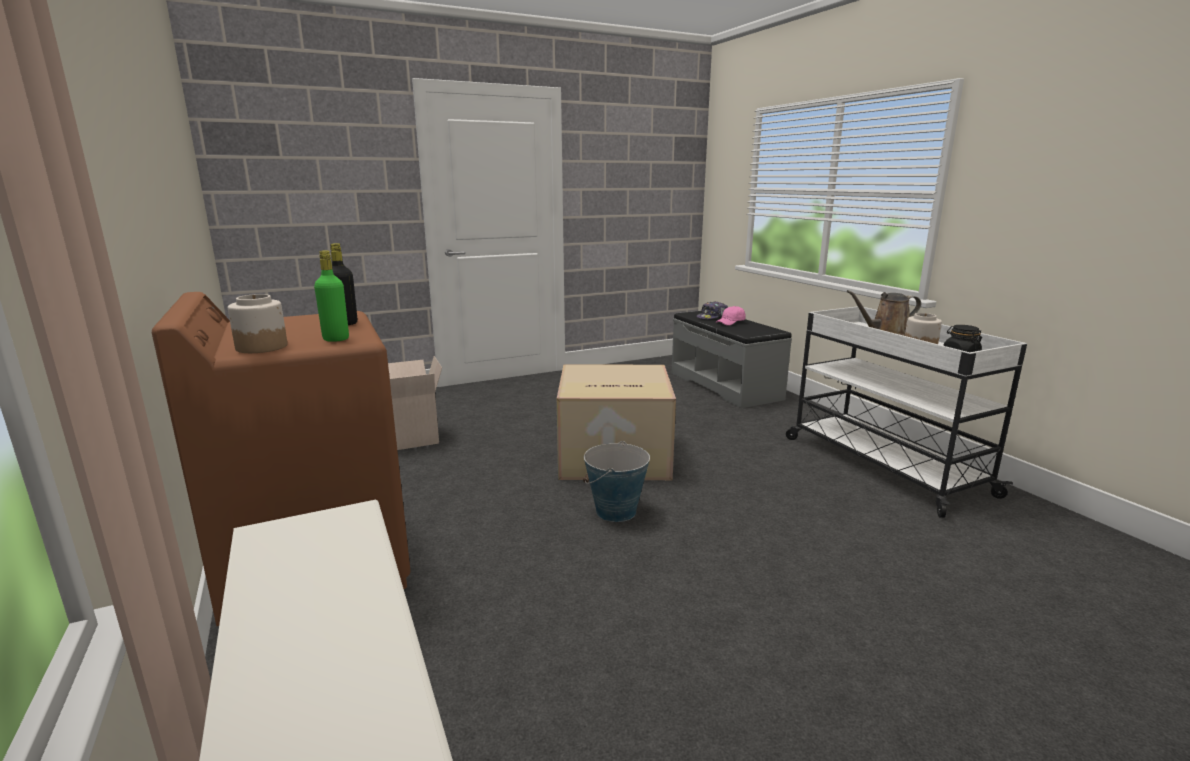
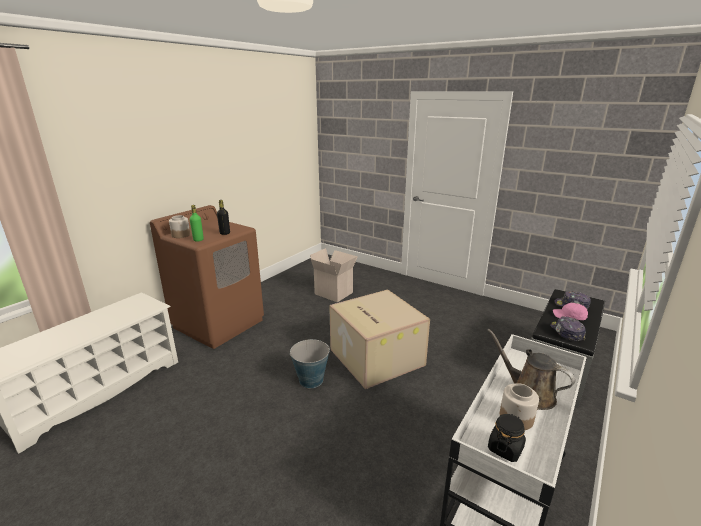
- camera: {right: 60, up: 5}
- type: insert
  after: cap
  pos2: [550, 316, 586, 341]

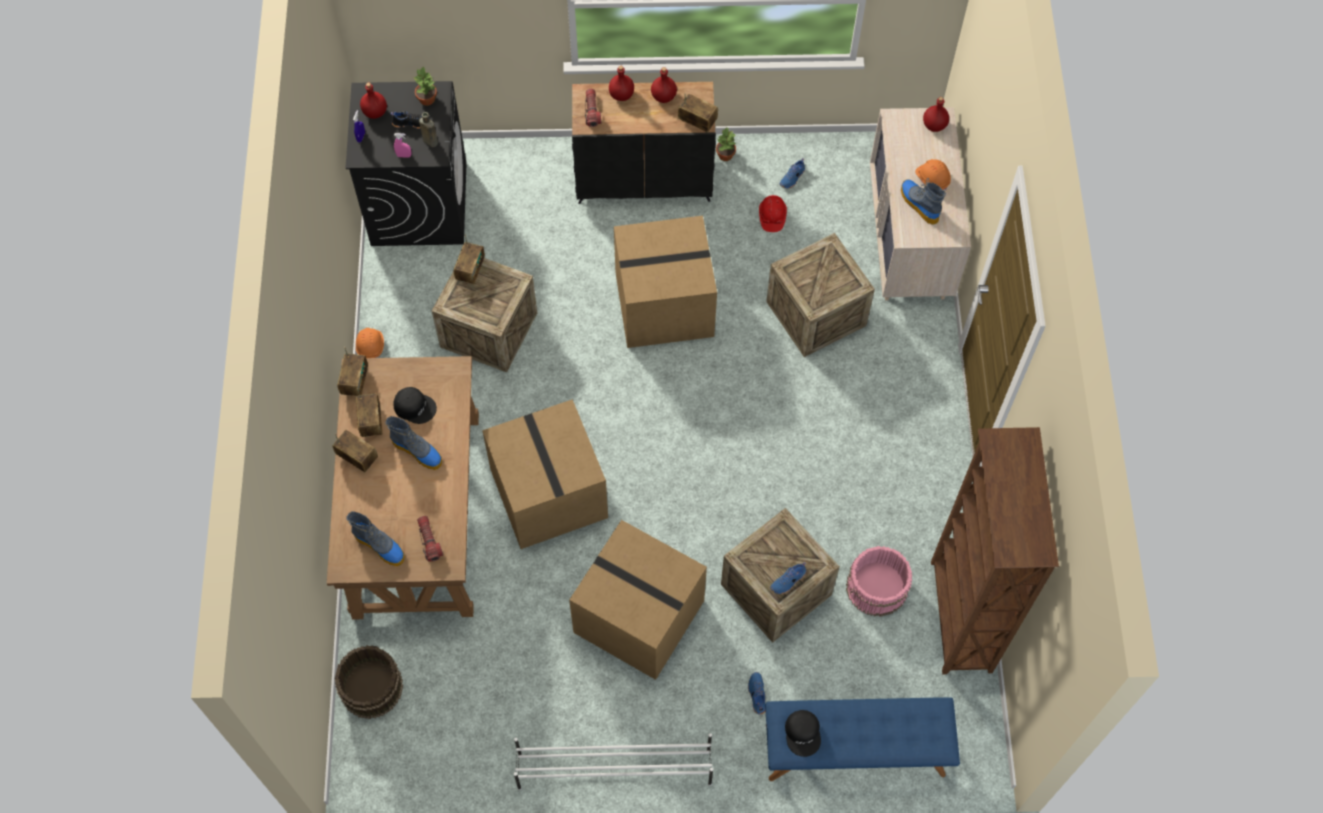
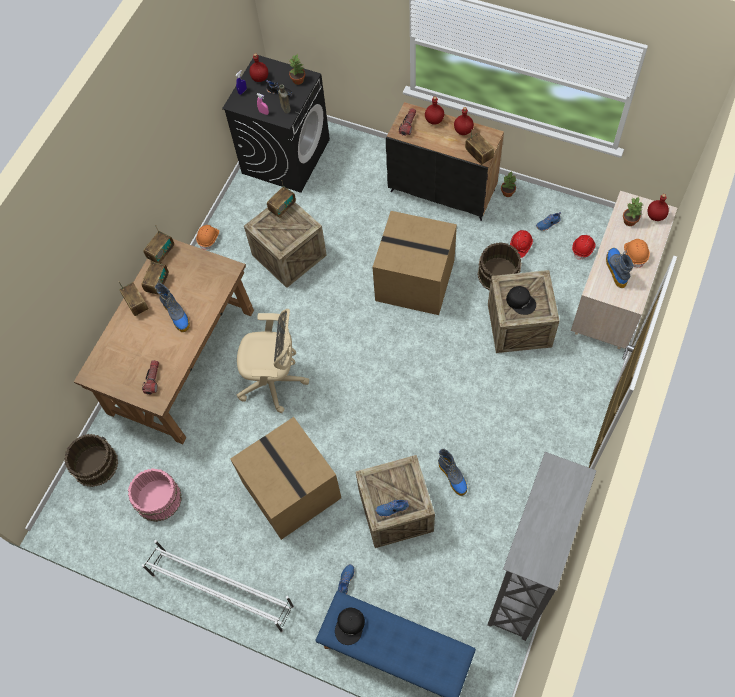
- camera: {right: 30, up: 0}
- type: insert
  after: water bucket (brown-coloured)
  pos2: [477, 242, 522, 290]
- type: insert
  after: work helmet (red)
  pos2: [572, 235, 595, 260]
- type: insert
  after: plant in a pot
  pos2: [623, 197, 644, 226]
- type: move
  before: tall boot
  pos1: [347, 511, 405, 566]
  pos2: [438, 449, 467, 496]
- type: move
  before: cap (blackish)
  pos1: [394, 387, 437, 424]
  pos2: [506, 286, 536, 315]
- type: move
  before: water bucket (pink-coloured)
  pos1: [846, 546, 912, 617]
  pos2: [128, 468, 182, 522]
- type: replace
  before: carton
  after: office chair (sand-coloured)
  pos1: [482, 399, 608, 549]
  pos2: [237, 309, 309, 413]
- type: recolor
  before: bookshelf (brown-coloured)
  after: bookshelf (grey)
  pos1: [931, 427, 1059, 674]
  pos2: [487, 452, 597, 641]

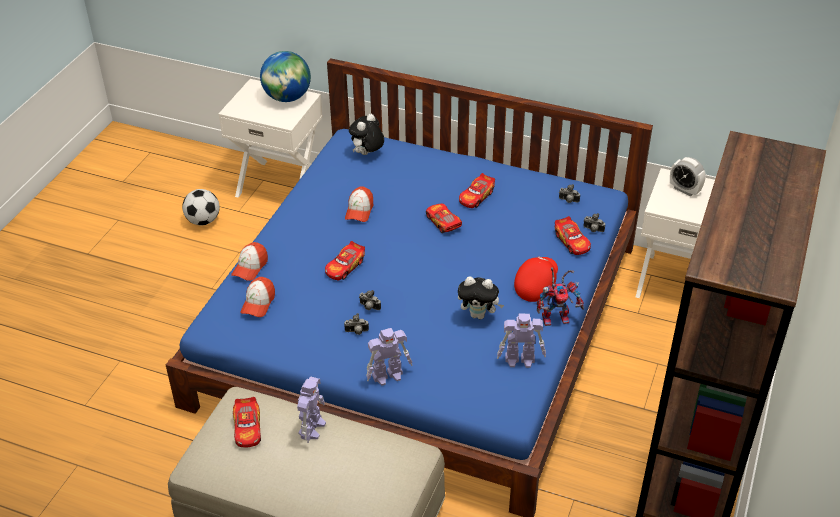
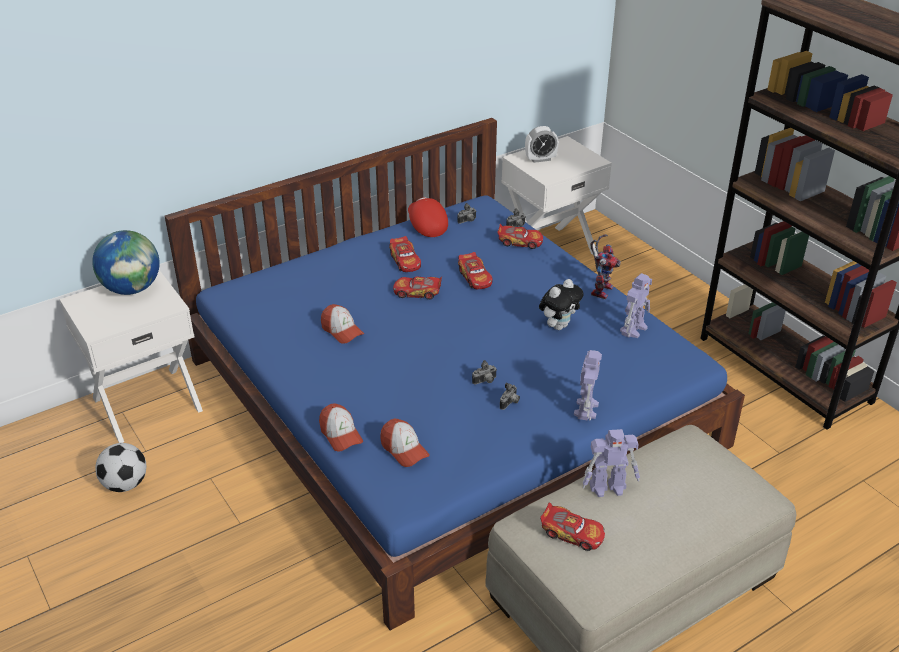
- camera: {right: -55, up: -5}
- type: delete
  before: plush toy
  pos1: [349, 114, 384, 155]
- type: move
  before: toy car
  pos1: [325, 241, 365, 280]
  pos2: [458, 252, 493, 289]
- type: move
  before: cap (red)
  pos1: [514, 257, 558, 302]
  pos2: [408, 197, 448, 237]
- type: rotate
  before: model robot
  pos1: [297, 377, 326, 443]
  pos2: [582, 429, 640, 497]
  turn: 120

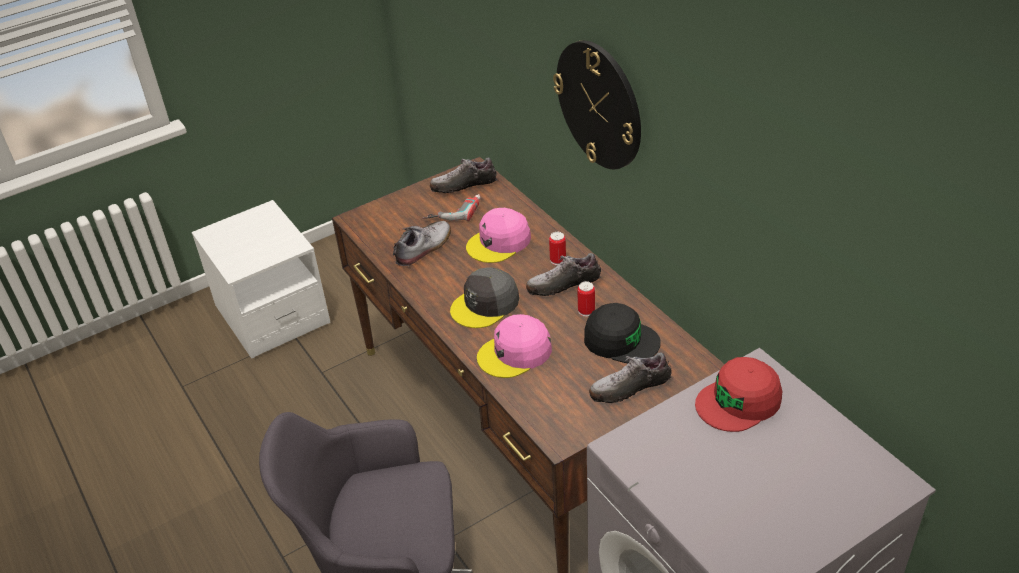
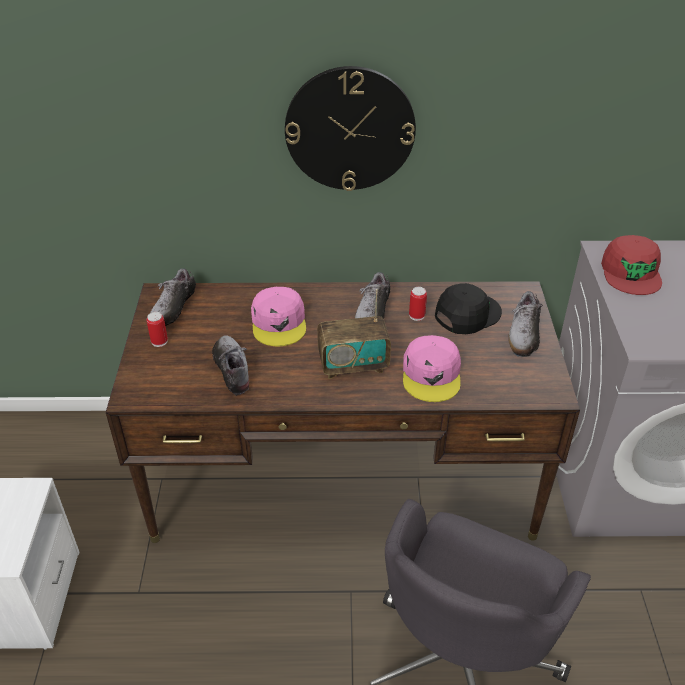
- camera: {right: -60, up: 0}
- type: delete
  before: power drill
  pos1: [422, 194, 481, 221]
- type: move
  before: metal can
  pos1: [549, 232, 566, 265]
  pos2: [146, 312, 168, 347]
- type: replace
  before: cap (grey)
  after: radio receiver
  pos1: [450, 267, 519, 328]
  pos2: [317, 289, 391, 379]

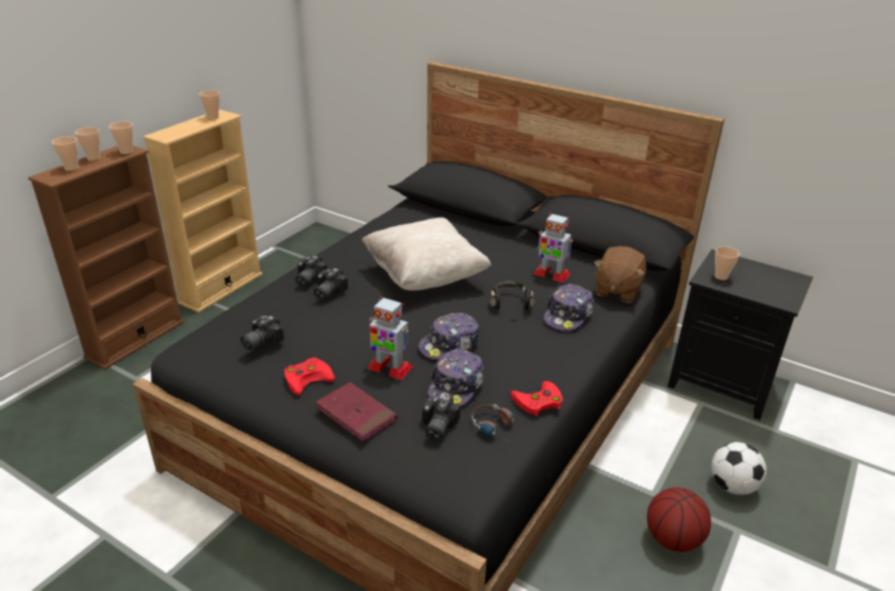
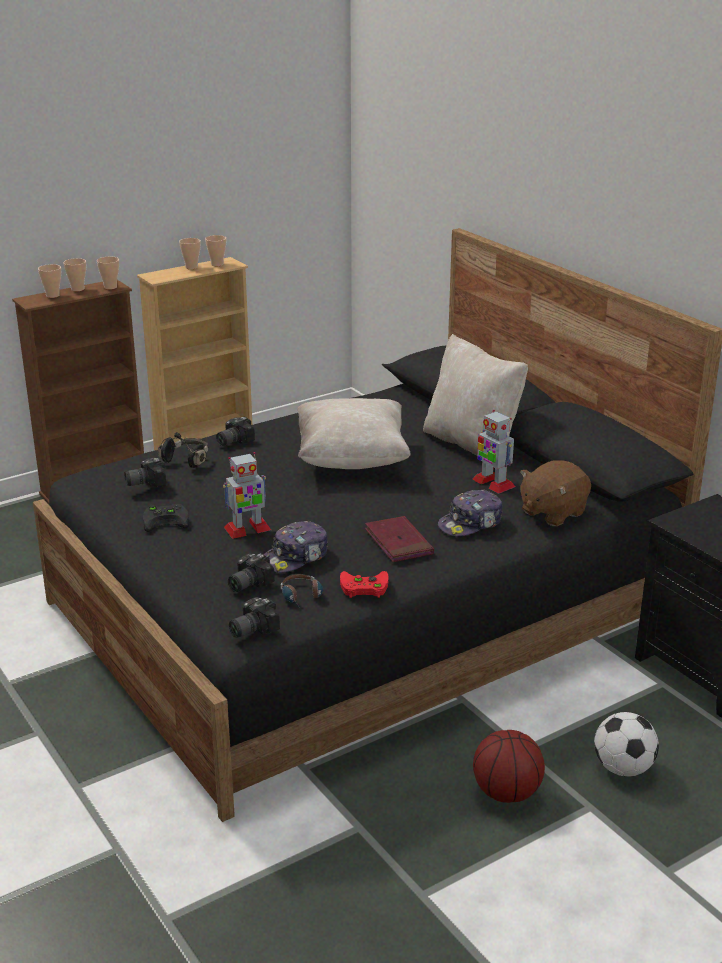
- camera: {right: 25, up: -5}
- type: delete
  before: cap
  pos1: [418, 313, 479, 359]
- type: insert
  after: pillow (sand-coloured)
  pos2: [423, 334, 528, 456]
- type: move
  before: photo camera
  pos1: [314, 268, 348, 300]
  pos2: [229, 597, 280, 638]
- type: move
  before: book (red)
  pos1: [316, 382, 397, 442]
  pos2: [365, 516, 434, 562]
- type: move
  before: pair of headphones (blackish)
  pos1: [489, 281, 535, 310]
  pos2: [158, 432, 208, 468]
- type: move
  before: cup
  pos1: [715, 247, 739, 280]
  pos2: [179, 238, 201, 269]
- type: recolor
  before: joypad (red)
  after: joypad (blackish)
  pos1: [284, 358, 335, 395]
  pos2: [143, 504, 189, 532]
- type: rotate
  before: model robot
  pos1: [367, 296, 413, 380]
  pos2: [223, 452, 271, 539]
  turn: -75

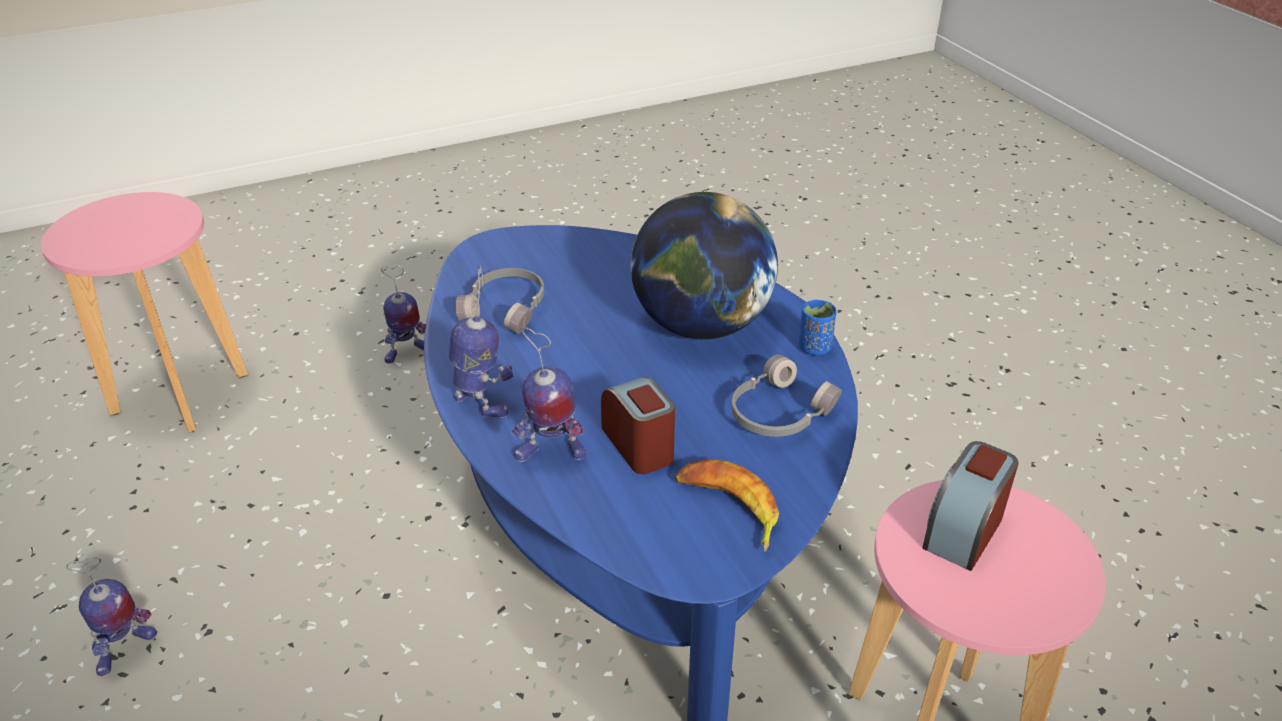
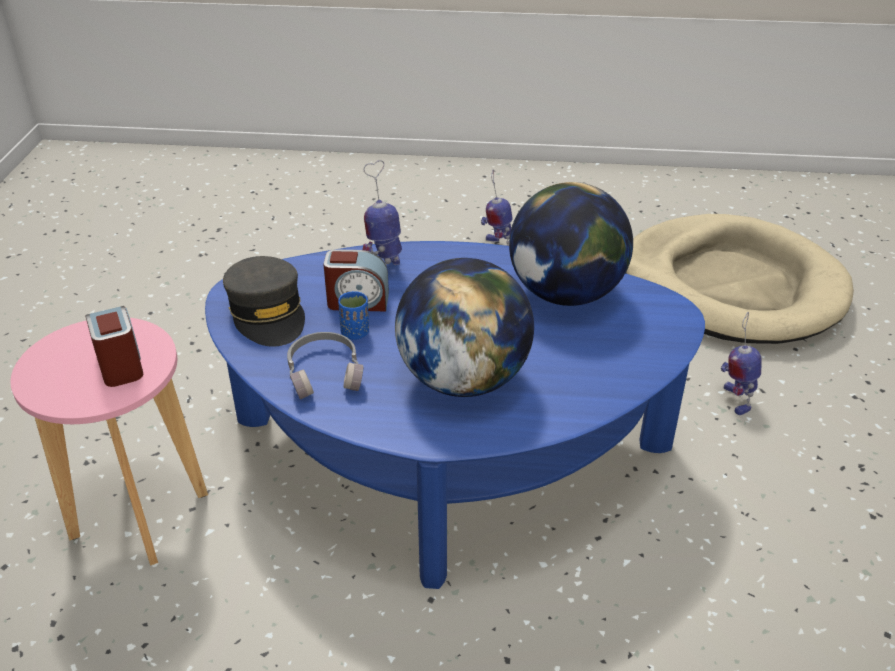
- camera: {right: 120, up: 0}
- type: delete
  before: model robot
  pos1: [449, 265, 514, 418]
- type: move
  before: cup (bluish)
  pos1: [799, 300, 837, 356]
  pos2: [338, 291, 369, 340]
- type: replace
  before: sitting stool (pink-coloured)
  after: dog bed (sand-coloured)
  pos1: [41, 192, 248, 432]
  pos2: [626, 214, 854, 344]
- type: replace
  before: pair of headphones (grey)
  after: desk globe
  pos1: [455, 268, 544, 334]
  pos2: [509, 182, 633, 306]
- type: replace
  before: banana
  after: cap (grey)
  pos1: [675, 459, 779, 552]
  pos2: [223, 256, 305, 347]

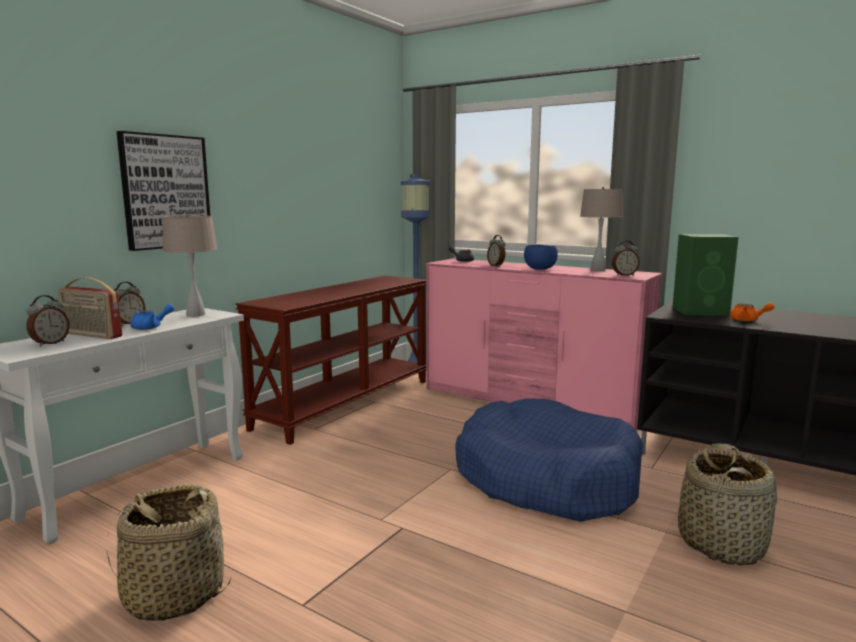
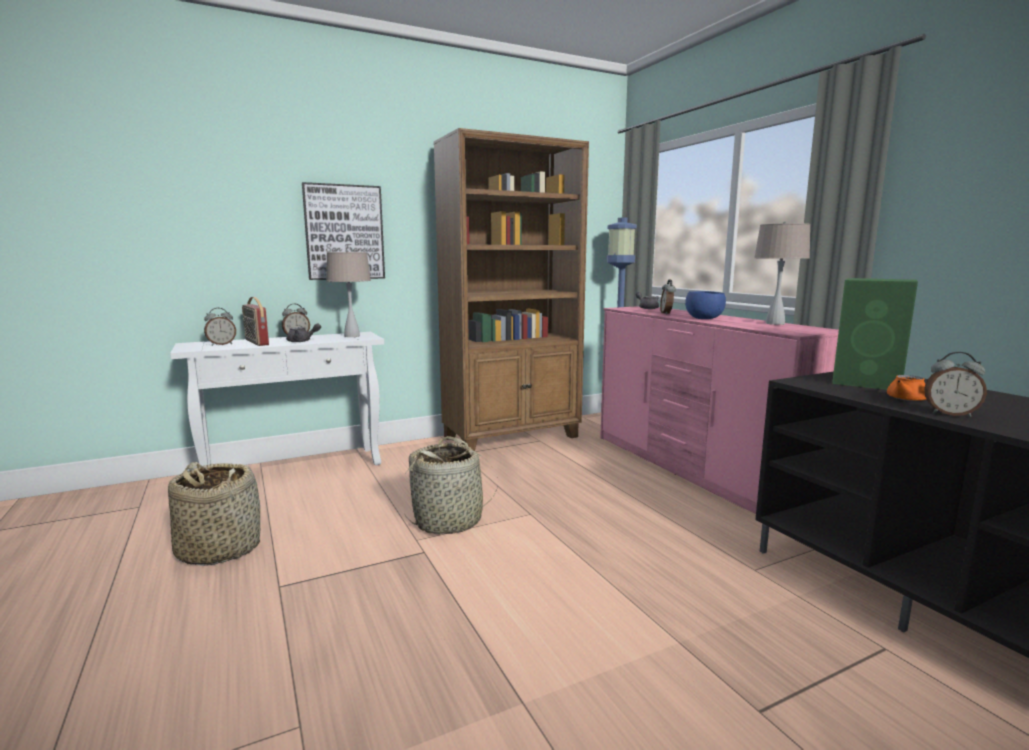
- camera: {right: 30, up: 0}
- type: delete
  before: dog bed (bluish)
  pos1: [455, 398, 643, 522]
- type: move
  before: alarm clock
  pos1: [612, 241, 640, 276]
  pos2: [924, 352, 987, 417]
- type: move
  before: basket
  pos1: [678, 443, 777, 566]
  pos2: [404, 436, 498, 534]
- type: replace
  before: narrow table (brown-coloured)
  after: bookshelf (brown-coloured)
  pos1: [235, 276, 427, 445]
  pos2: [434, 128, 589, 451]
- type: recolor
  before: tea pot (bluish)
  after: tea pot (grey)
  pos1: [130, 304, 174, 330]
  pos2: [286, 323, 321, 342]

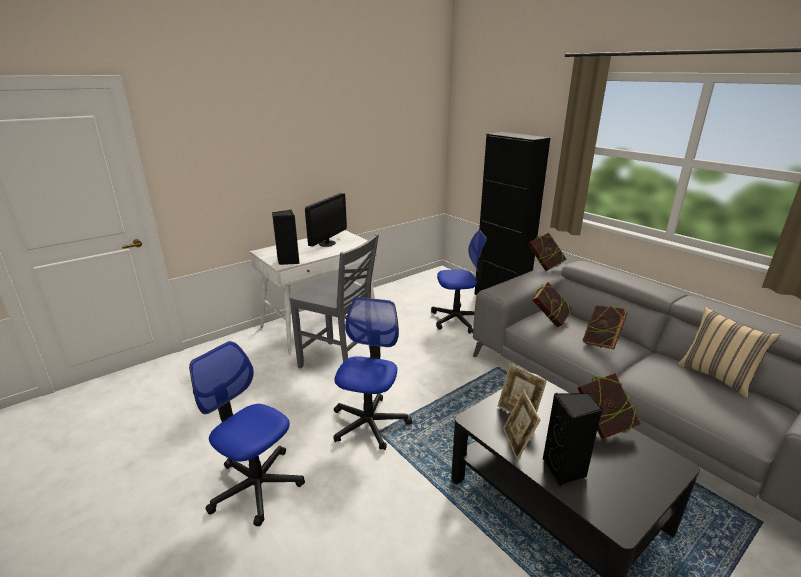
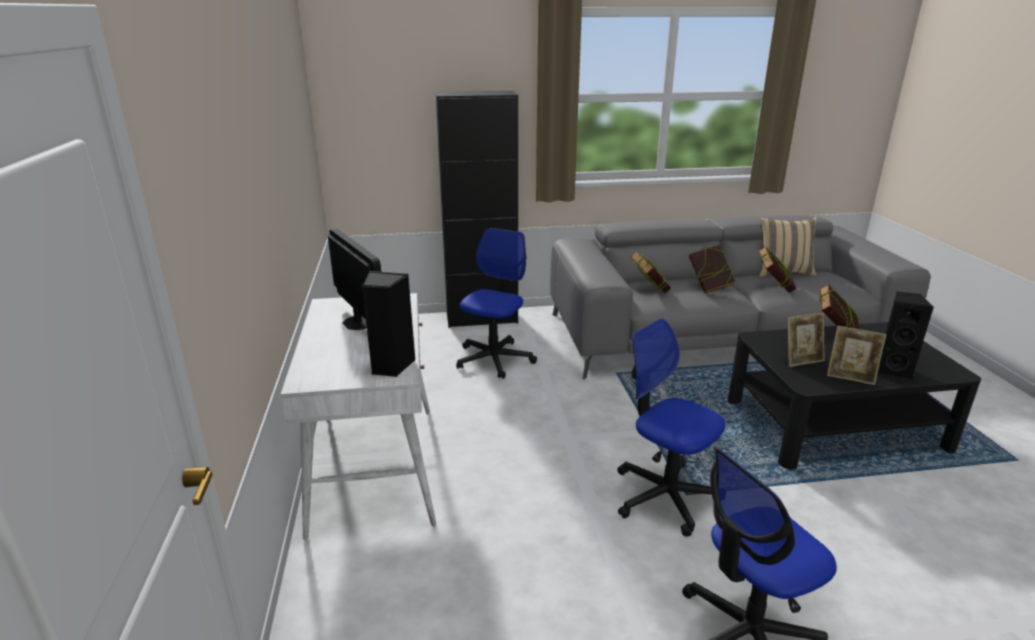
- camera: {right: -60, up: 0}
- type: delete
  before: upright chair (grey)
  pos1: [289, 234, 379, 368]
- type: move
  before: book
  pos1: [528, 233, 567, 271]
  pos2: [758, 246, 796, 293]

